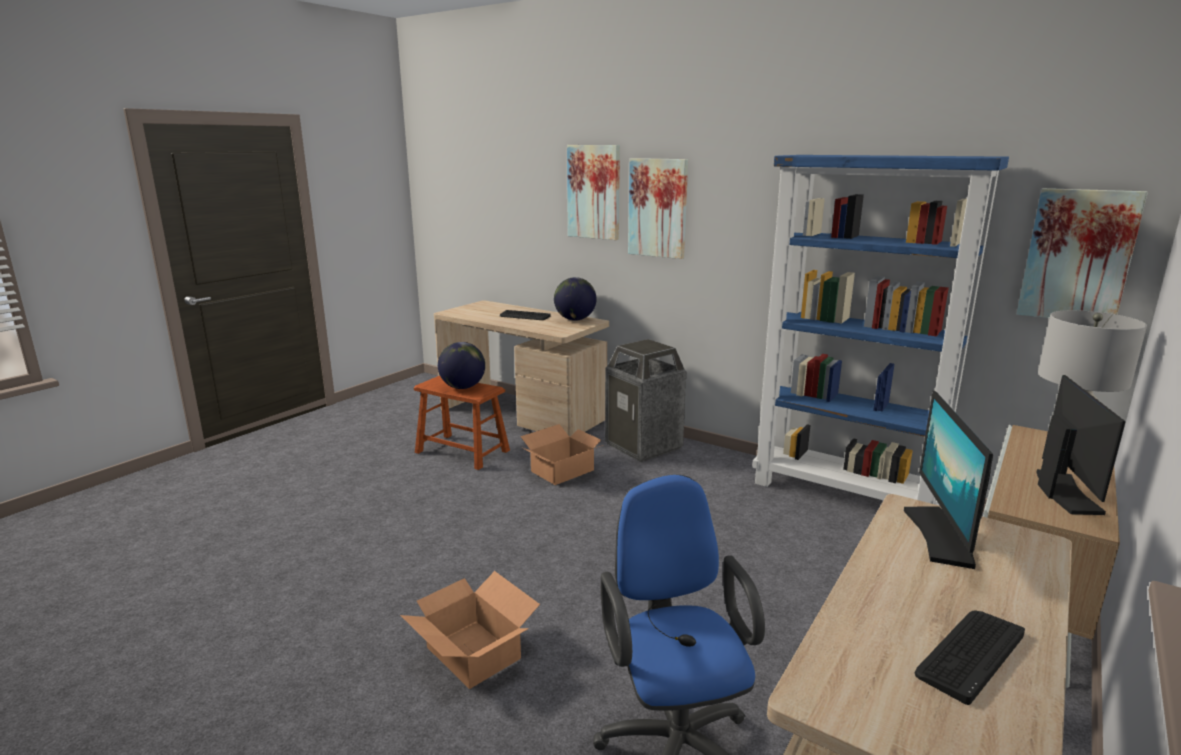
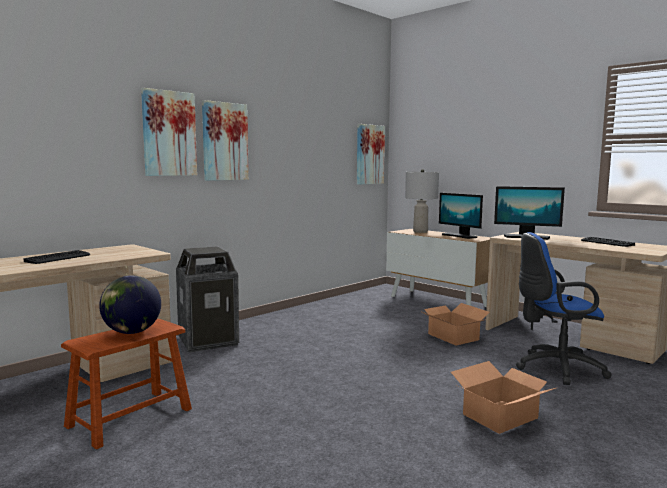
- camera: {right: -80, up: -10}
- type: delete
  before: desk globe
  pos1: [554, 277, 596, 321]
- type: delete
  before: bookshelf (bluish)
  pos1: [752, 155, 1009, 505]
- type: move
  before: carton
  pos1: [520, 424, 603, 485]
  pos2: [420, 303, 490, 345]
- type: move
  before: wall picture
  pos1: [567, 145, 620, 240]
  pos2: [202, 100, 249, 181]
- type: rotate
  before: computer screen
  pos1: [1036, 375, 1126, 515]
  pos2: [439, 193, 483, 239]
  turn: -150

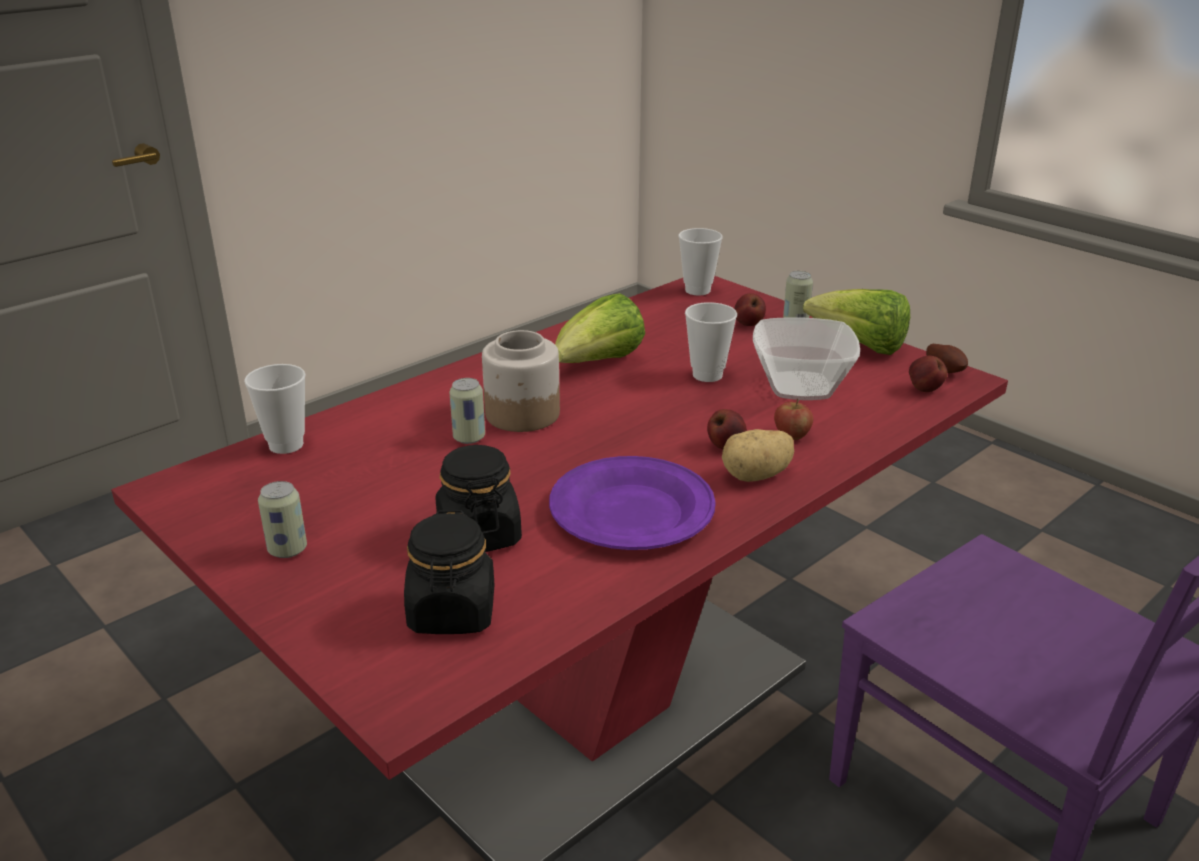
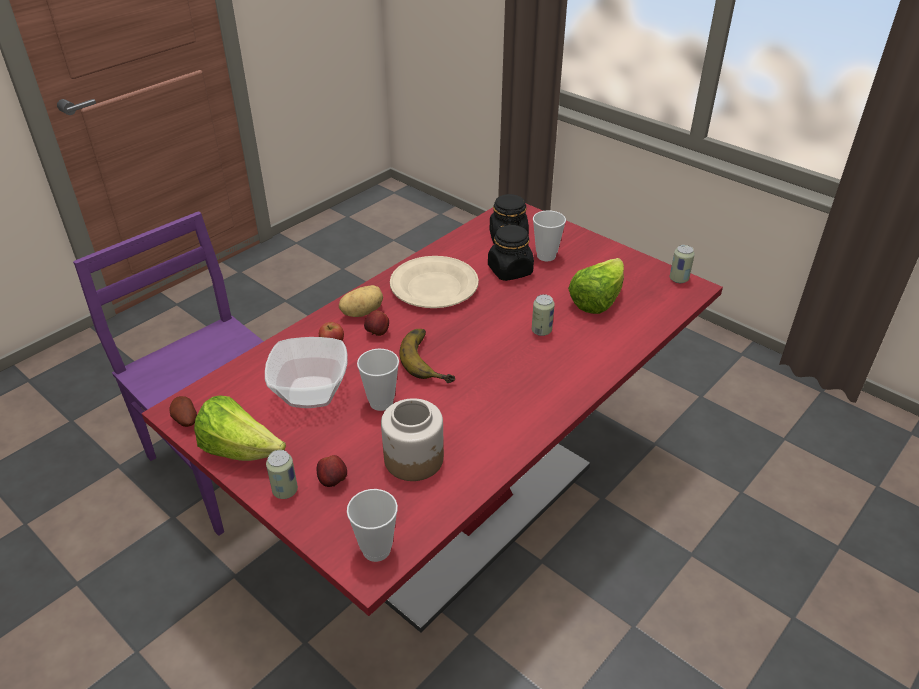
- camera: {right: 175, up: 10}
- type: delete
  before: whole apple
  pos1: [909, 356, 948, 392]
- type: insert
  after: banana
  pos2: [399, 329, 455, 383]
- type: move
  before: cup
  pos1: [244, 364, 306, 454]
  pos2: [533, 210, 566, 261]
- type: move
  before: metal can
  pos1: [258, 481, 307, 558]
  pos2: [670, 245, 695, 283]
- type: move
  before: storage jar
  pos1: [482, 330, 560, 432]
  pos2: [381, 398, 444, 481]
- type: move
  before: lettuce head
  pos1: [555, 293, 645, 363]
  pos2: [568, 258, 624, 314]
- type: recolor
  before: flat dish (purple-coloured)
  after: flat dish (sand-coloured)
  pos1: [549, 456, 716, 550]
  pos2: [390, 256, 479, 308]

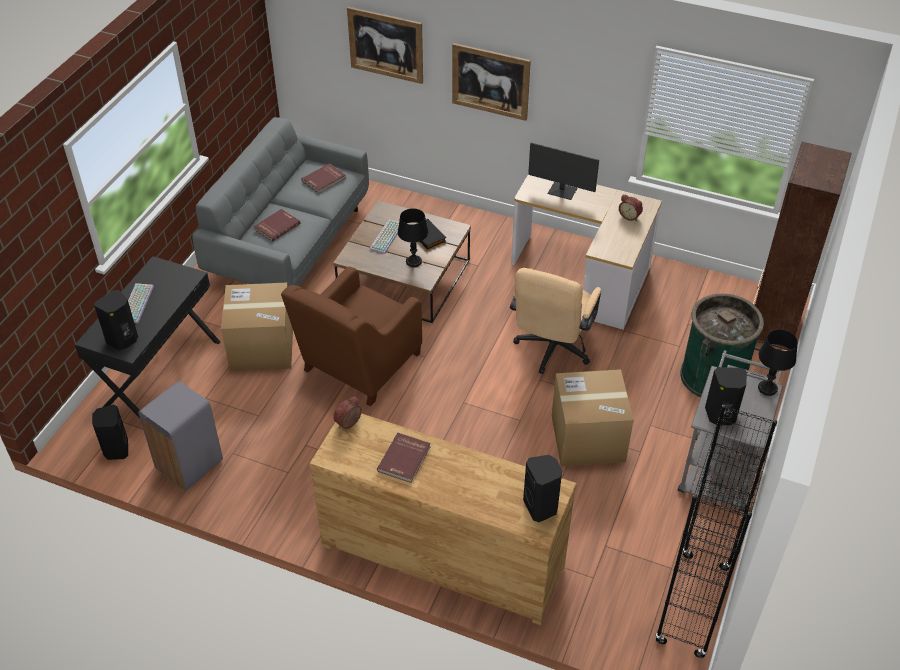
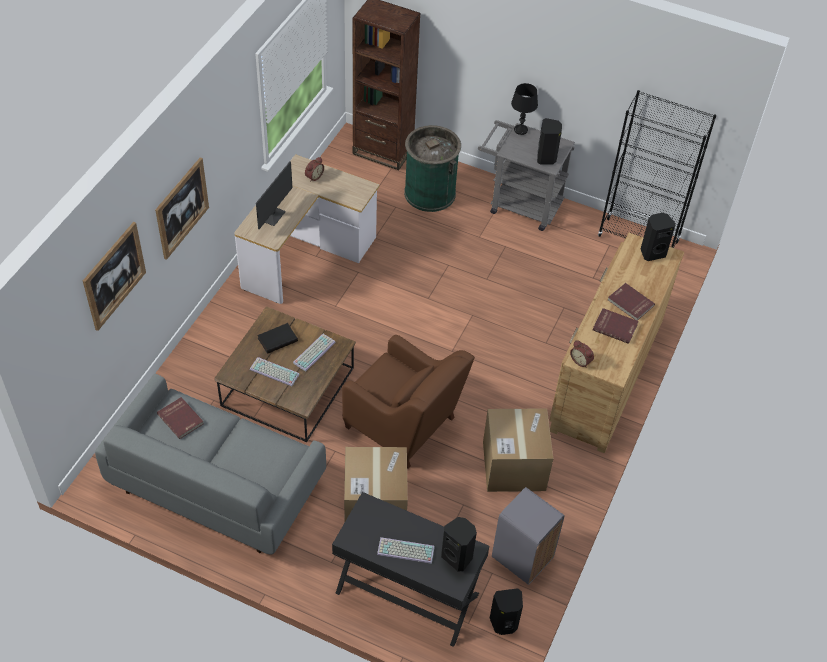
- camera: {right: -90, up: 5}
- type: delete
  before: office chair (sand-coloured)
  pos1: [510, 268, 601, 374]
- type: move
  before: book (red)
  pos1: [254, 209, 300, 242]
  pos2: [608, 283, 655, 321]
- type: move
  before: carton
  pos1: [551, 369, 634, 466]
  pos2: [483, 408, 553, 492]
- type: replace
  before: table lamp (blackish)
  after: PC keyboard
  pos1: [398, 208, 428, 267]
  pos2: [293, 334, 336, 371]

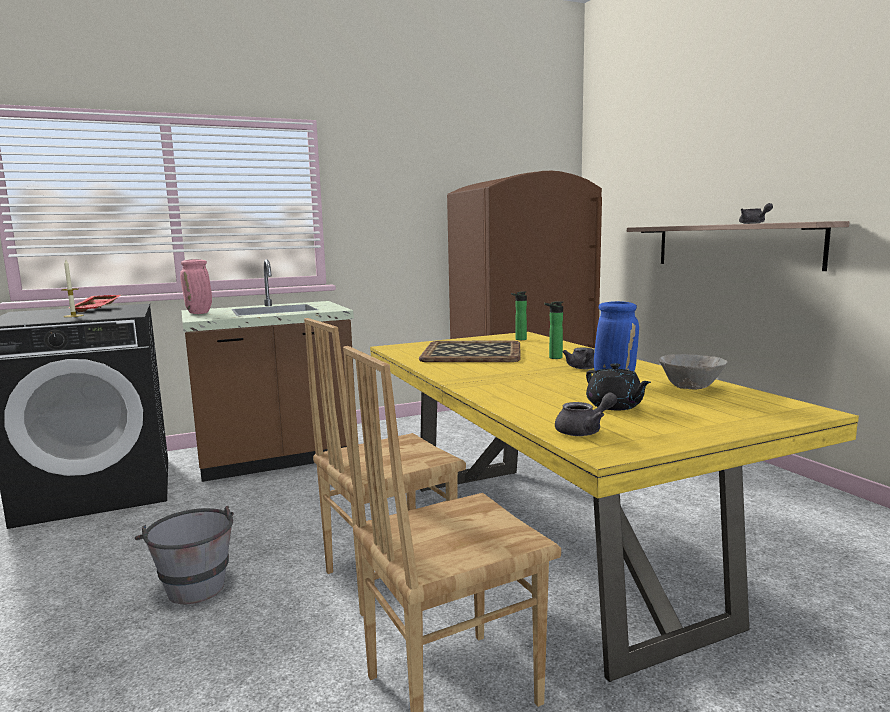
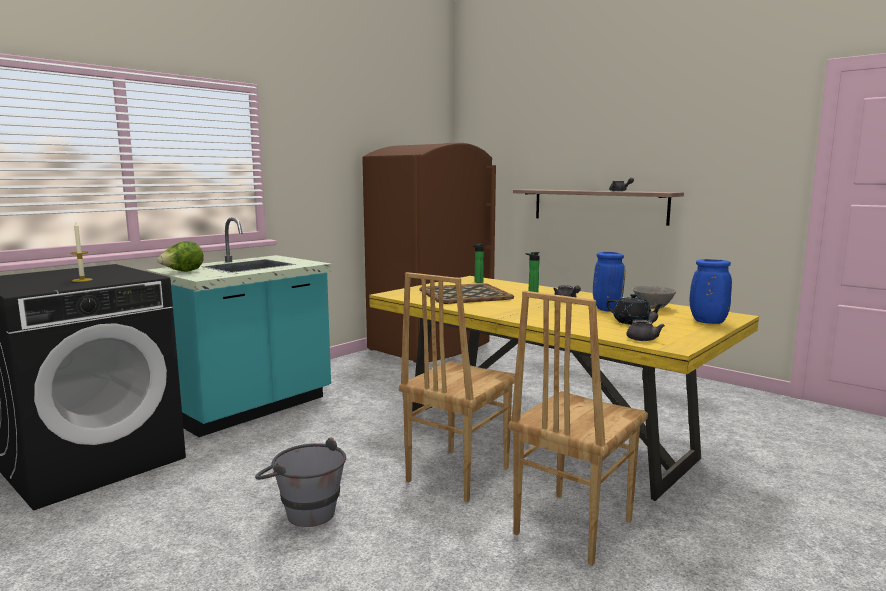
- camera: {right: -25, up: 0}
- type: delete
  before: serving tray (red)
  pos1: [69, 295, 121, 312]
- type: insert
  after: flower vase (bluish)
  pos2: [690, 259, 732, 324]
- type: replace
  before: flower vase (pink-coloured)
  after: lettuce head
  pos1: [180, 259, 212, 314]
  pos2: [157, 241, 204, 272]
- type: recolor
  before: counter (brown-coloured)
  after: counter (turquoise)
  pos1: [181, 259, 355, 482]
  pos2: [146, 217, 332, 437]

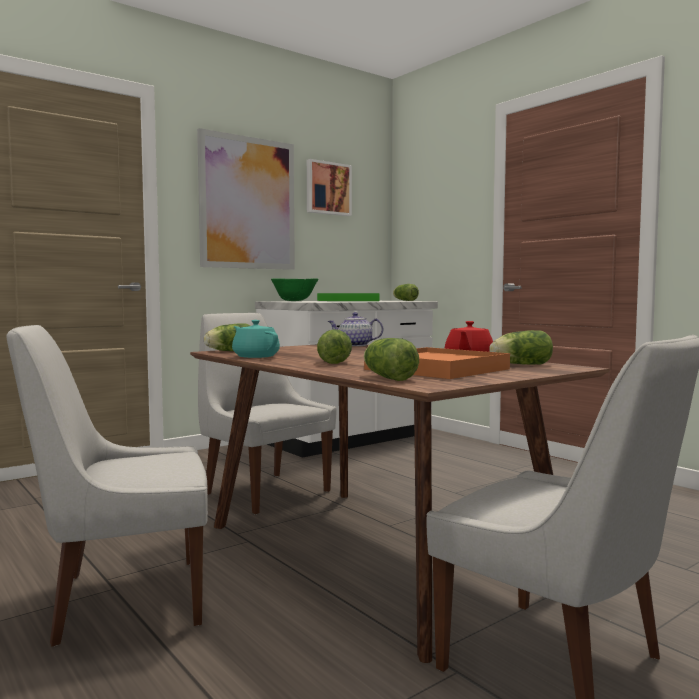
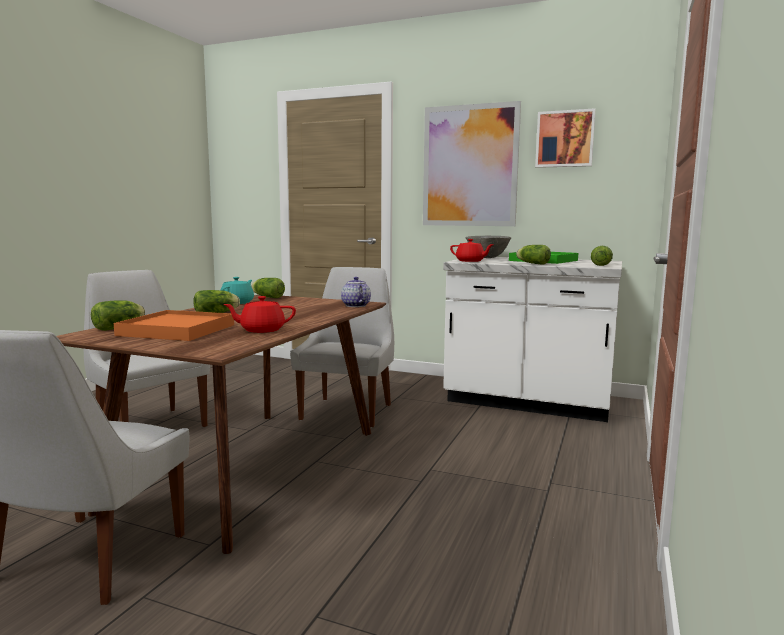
- camera: {right: 60, up: 5}
- type: insert
  after: tea pot (red)
  pos2: [450, 239, 494, 262]
- type: move
  before: lettuce head
  pos1: [489, 330, 553, 365]
  pos2: [516, 245, 551, 265]
- type: recolor
  before: deep dish (greenish)
  after: deep dish (grey)
  pos1: [271, 278, 318, 301]
  pos2: [465, 236, 511, 258]

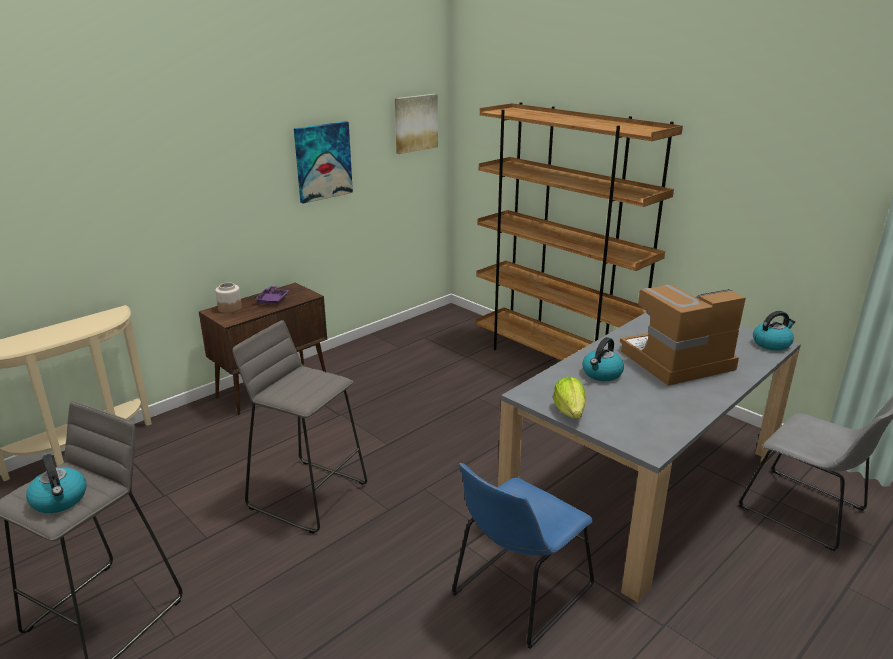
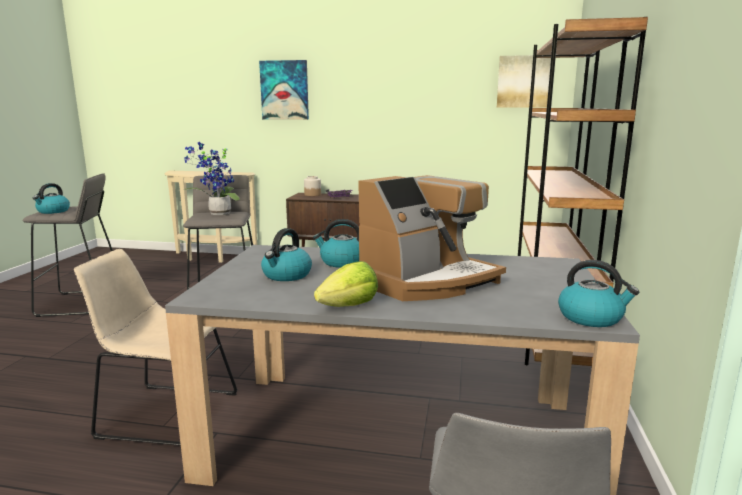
- camera: {right: 55, up: -10}
- type: insert
  after: plant in a pot
  pos2: [184, 142, 239, 215]
- type: insert
  after: kettle
  pos2: [261, 228, 312, 281]
- type: move
  before: wall picture
  pos1: [294, 121, 353, 204]
  pos2: [259, 60, 309, 120]
- type: move
  before: lettuce head
  pos1: [553, 376, 586, 419]
  pos2: [314, 261, 378, 307]
- type: recolor
  before: upright chair (bluish)
  after: upright chair (sand-coloured)
  pos1: [452, 463, 595, 649]
  pos2: [74, 249, 238, 446]
- type: rotate
  before: coffee maker
  pos1: [620, 285, 746, 386]
  pos2: [358, 175, 506, 301]
  turn: 105

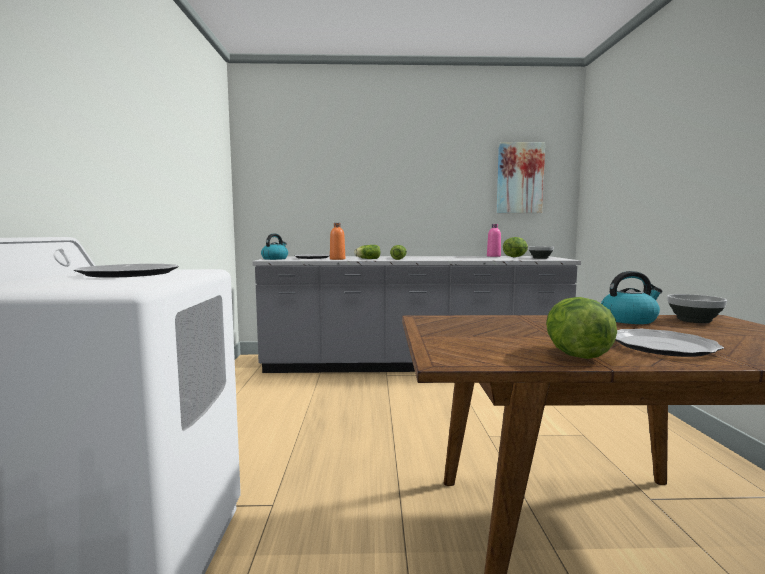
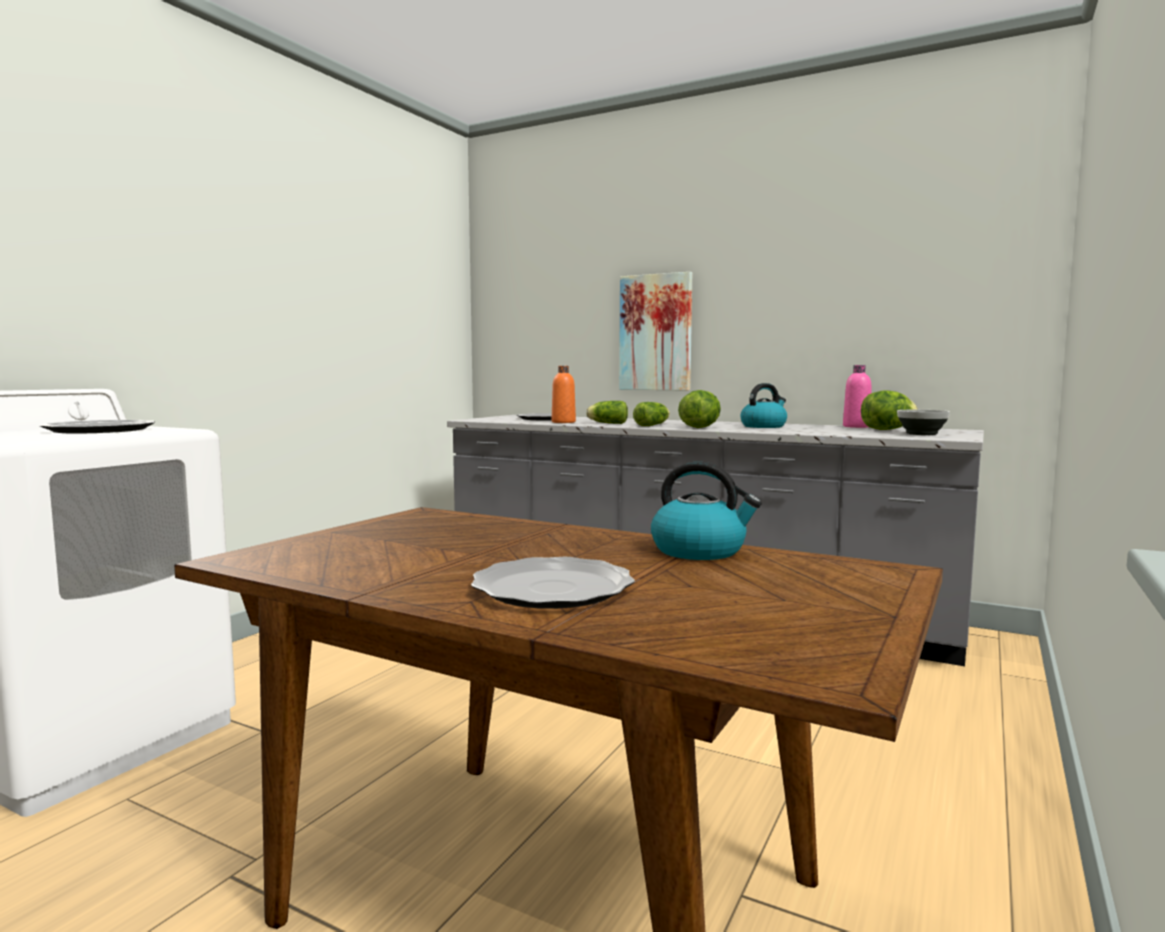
- camera: {right: 30, up: 0}
- type: delete
  before: deep dish
  pos1: [667, 294, 727, 323]
- type: move
  before: kettle
  pos1: [261, 234, 288, 260]
  pos2: [740, 383, 787, 428]
- type: move
  before: wall picture
  pos1: [496, 142, 545, 213]
  pos2: [619, 272, 692, 391]
- type: move
  before: lettuce head
  pos1: [546, 297, 617, 359]
  pos2: [678, 390, 721, 428]

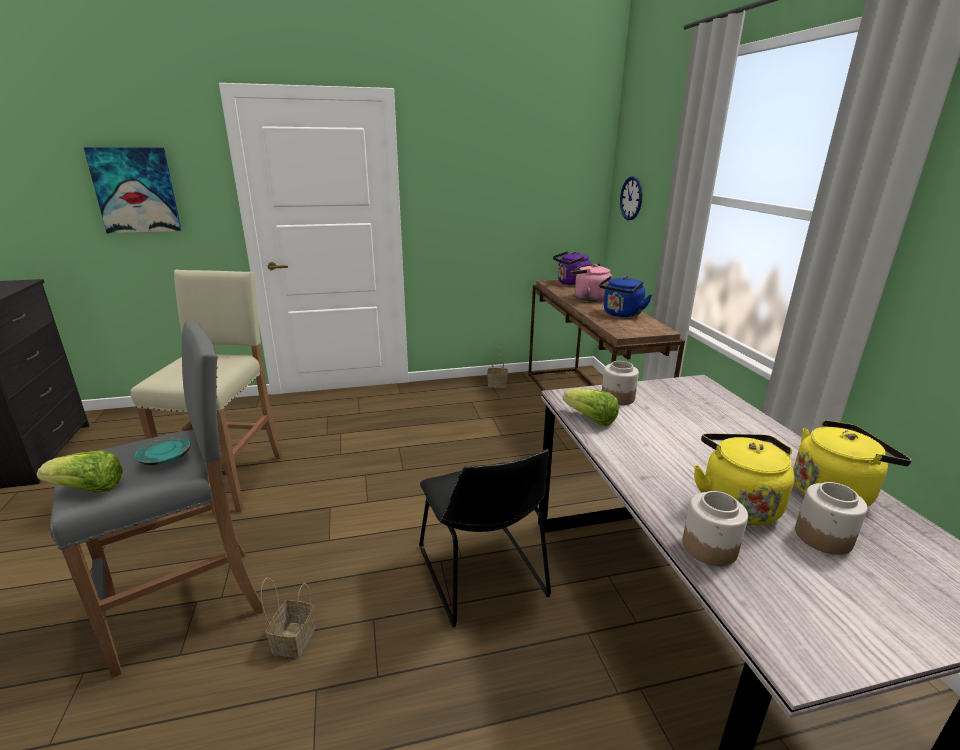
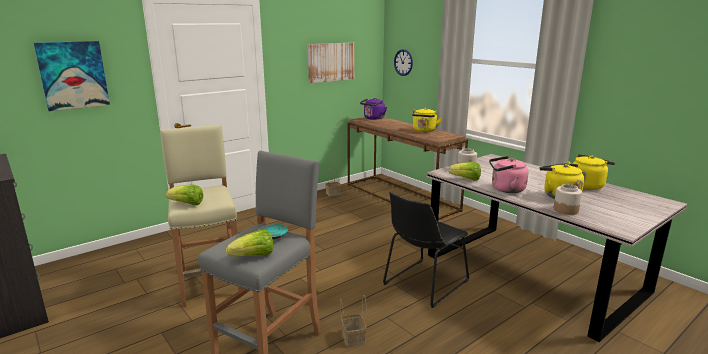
- camera: {right: -25, up: -5}
- type: delete
  before: storage jar
  pos1: [795, 482, 868, 555]
- type: insert
  after: lettuce head
  pos2: [166, 184, 203, 205]
- type: insert
  after: wall picture
  pos2: [308, 42, 354, 83]
- type: move
  before: kettle (pink-coloured)
  pos1: [570, 263, 612, 302]
  pos2: [489, 156, 528, 193]
- type: recolor
  before: kettle (bluish)
  after: kettle (yellow-coloured)
  pos1: [599, 276, 652, 317]
  pos2: [412, 108, 442, 132]
- type: rotate
  before: upright chair (blackish)
  pos1: [419, 449, 551, 627]
  pos2: [383, 192, 469, 308]
  turn: 90

